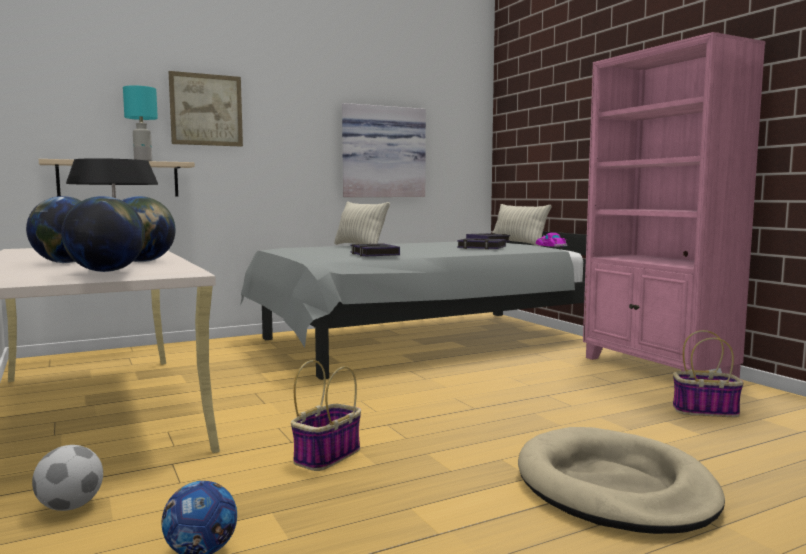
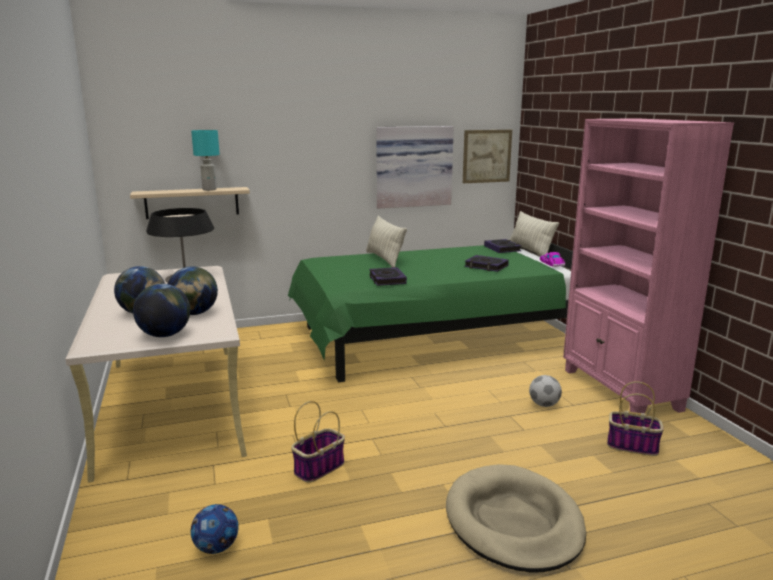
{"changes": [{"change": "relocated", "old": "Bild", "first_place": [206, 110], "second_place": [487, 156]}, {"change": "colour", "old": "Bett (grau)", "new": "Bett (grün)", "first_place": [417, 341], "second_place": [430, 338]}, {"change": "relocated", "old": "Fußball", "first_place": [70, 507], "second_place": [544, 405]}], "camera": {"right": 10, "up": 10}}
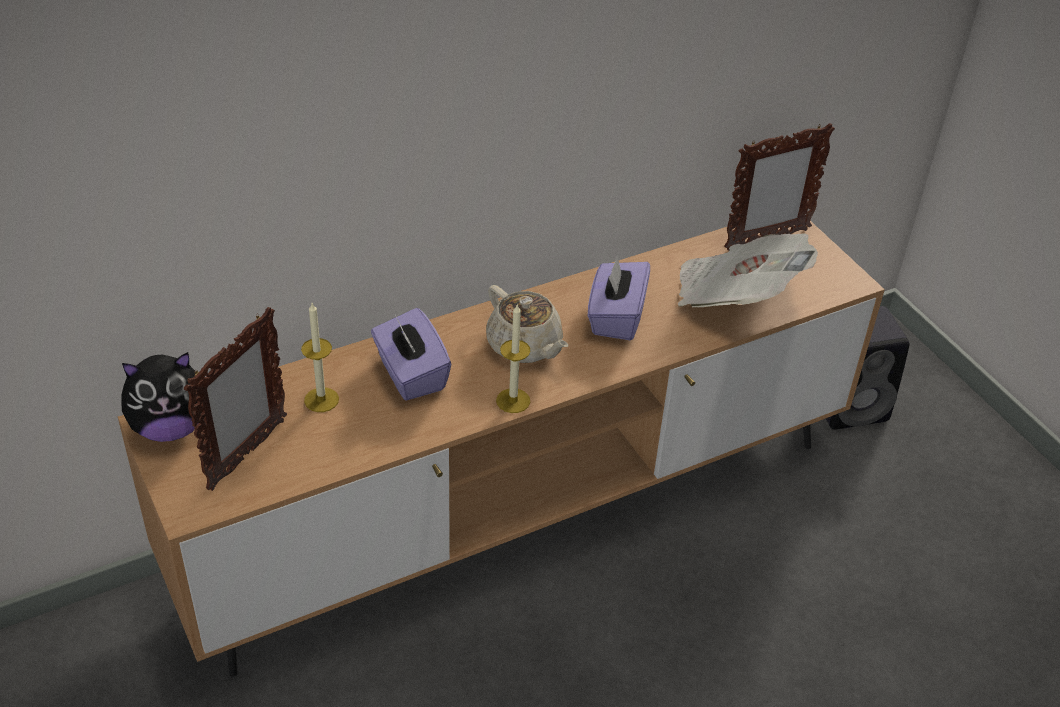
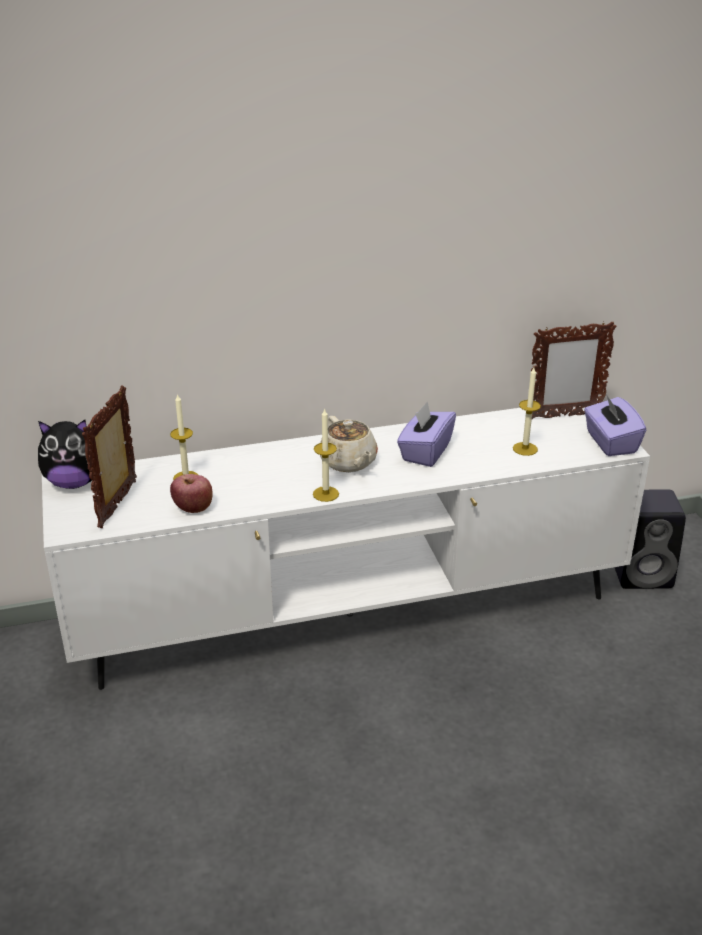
{"changes": [{"change": "colour", "old": "Fernsehschrank (braun)", "new": "Fernsehschrank (weiß)", "first_place": [519, 515], "second_place": [350, 615]}, {"change": "exchanged", "old": "Zeitung", "new": "Kerze", "first_place": [735, 297], "second_place": [525, 449]}, {"change": "spun", "old": "Bilderrahmen", "first_place": [246, 455], "second_place": [119, 504], "degrees": 150}, {"change": "relocated", "old": "Taschentuchbox (lila)", "first_place": [410, 374], "second_place": [610, 442]}, {"change": "appeared", "new": "Apfel", "second_place": [193, 508]}], "camera": {"right": 15, "up": -10}}
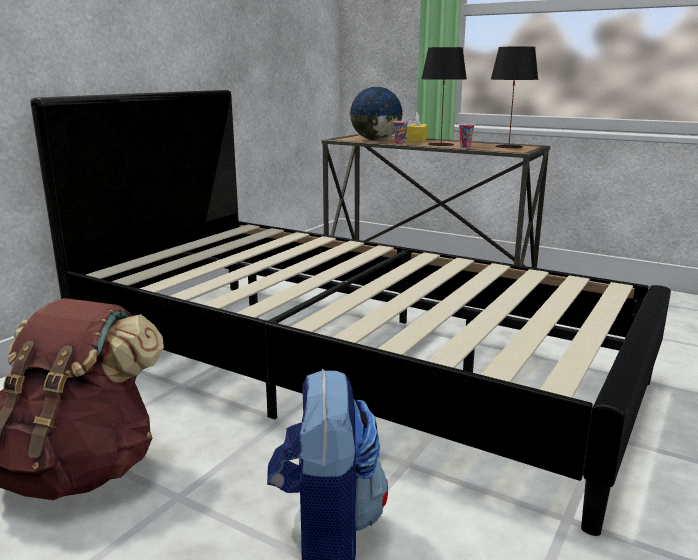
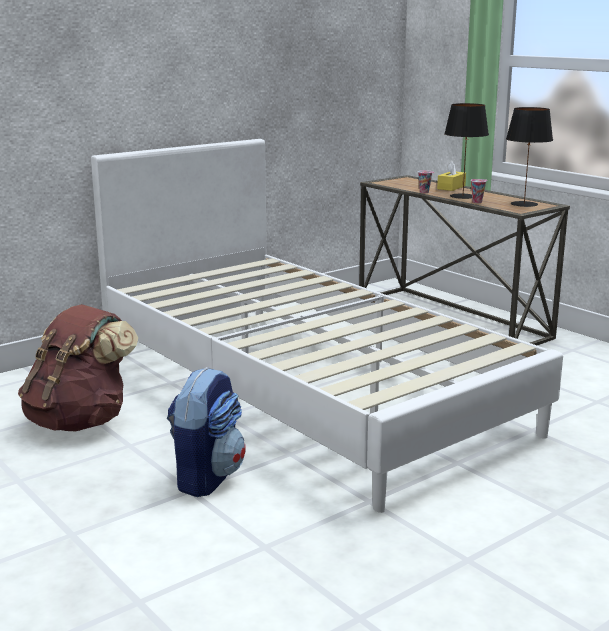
{"changes": [{"change": "missing", "old": "Globus", "first_place": [375, 140]}, {"change": "colour", "old": "Bett (schwarz)", "new": "Bett (weiß)", "first_place": [348, 366], "second_place": [304, 388]}], "camera": {"right": 20, "up": 0}}
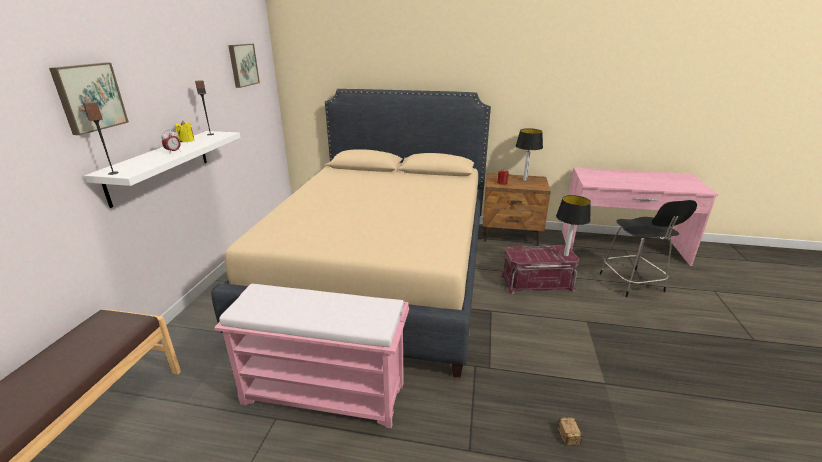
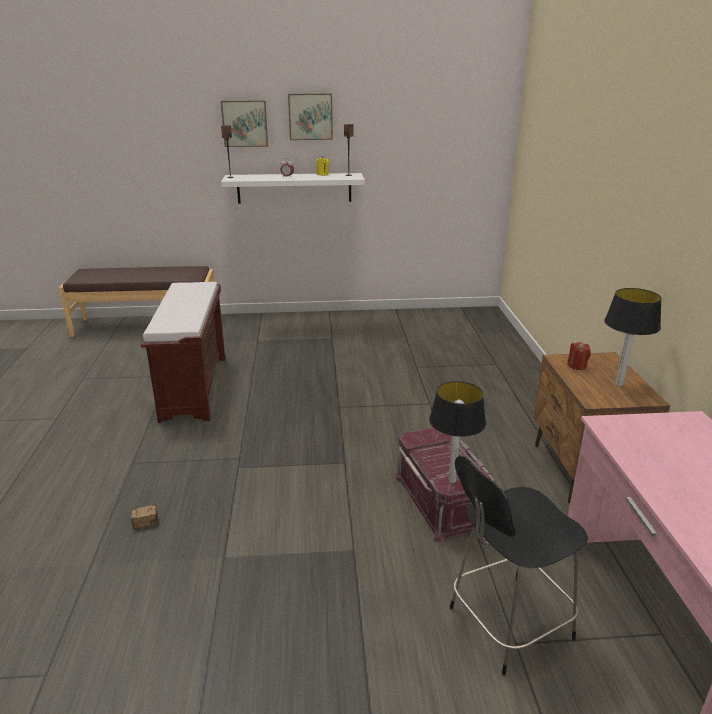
{"changes": [{"change": "relocated", "old": "Bild", "first_place": [242, 65], "second_place": [310, 116]}, {"change": "missing", "old": "Bett (beige)", "first_place": [382, 271]}, {"change": "colour", "old": "Bank (rosa)", "new": "Bank (braun)", "first_place": [325, 392], "second_place": [195, 388]}], "camera": {"right": 75, "up": 0}}
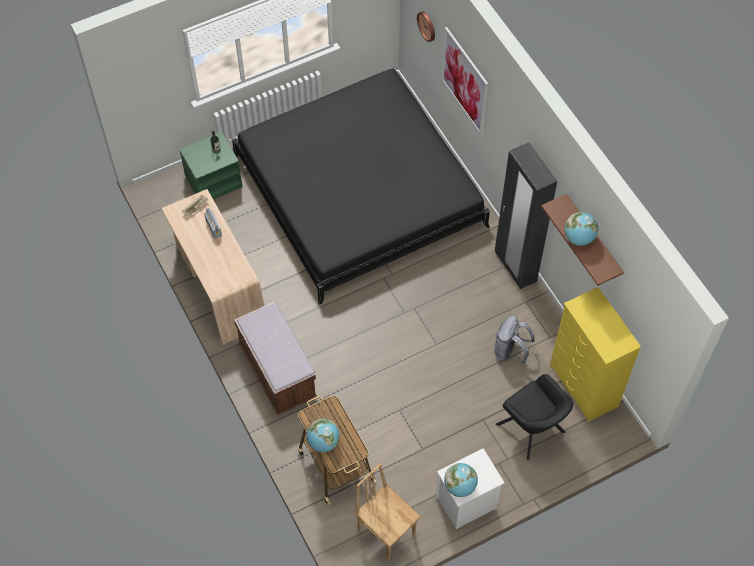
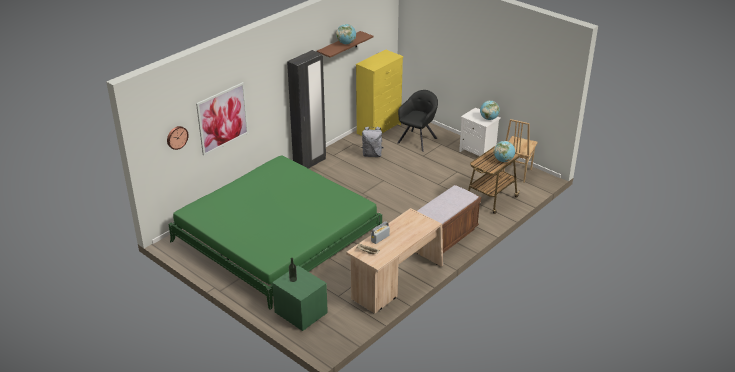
{"changes": [{"change": "colour", "old": "Bett (schwarz)", "new": "Bett (grün)", "first_place": [359, 191], "second_place": [277, 236]}], "camera": {"right": -110, "up": -25}}
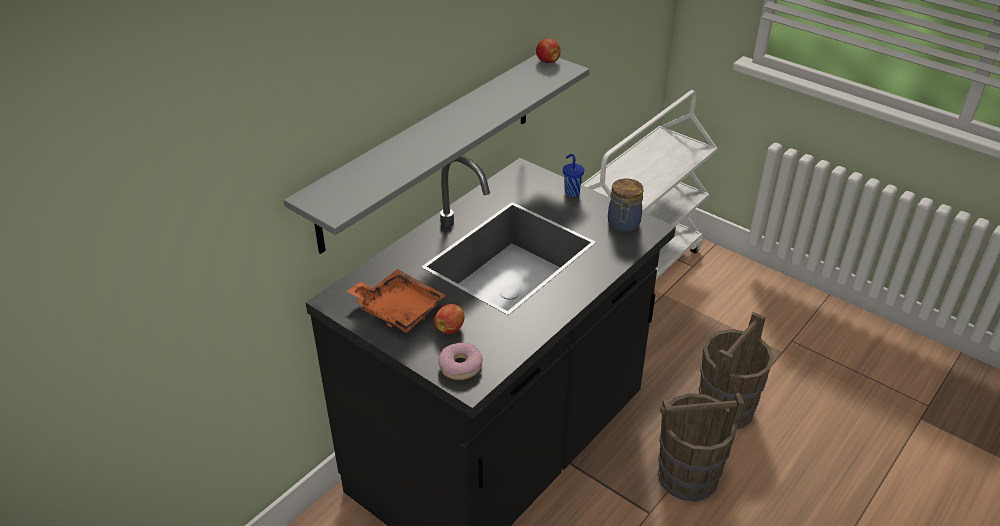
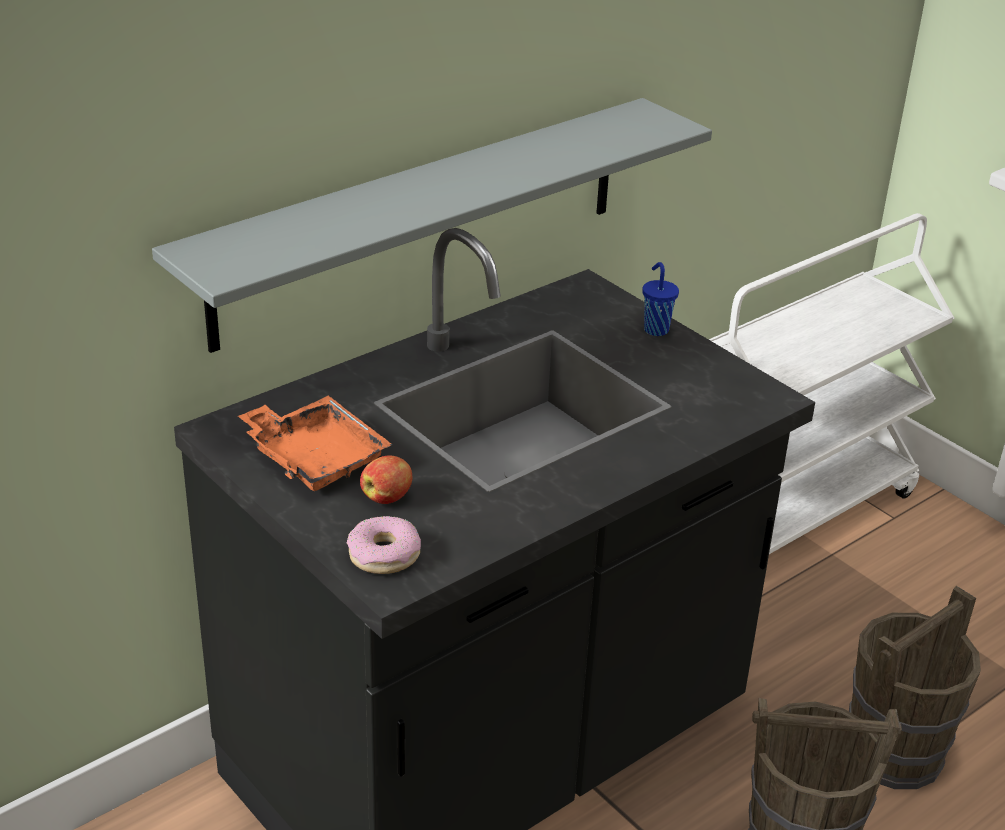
{"changes": [{"change": "missing", "old": "Apfel", "first_place": [547, 61]}, {"change": "missing", "old": "Vorratsglas", "first_place": [623, 224]}], "camera": {"right": 10, "up": -5}}
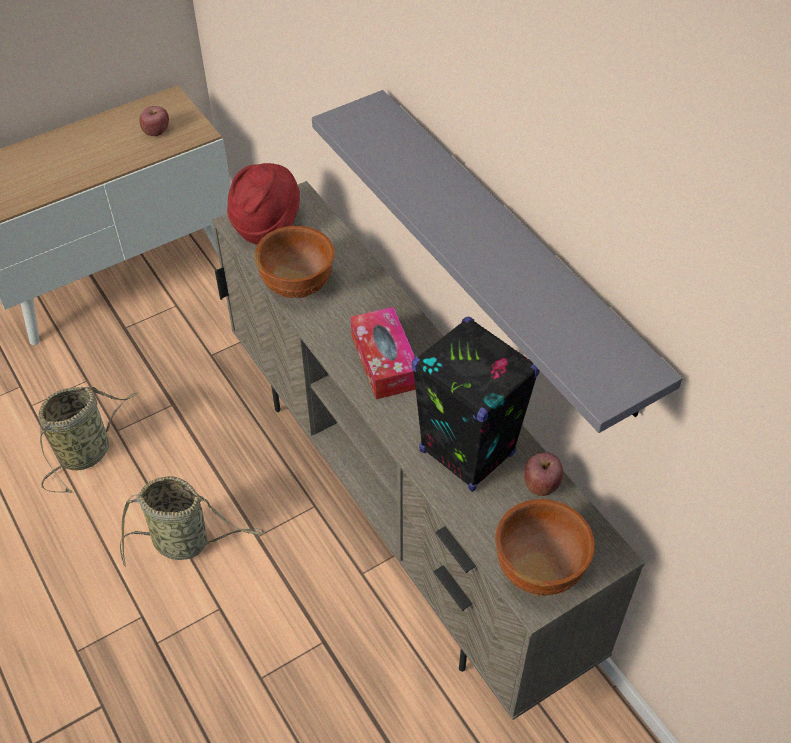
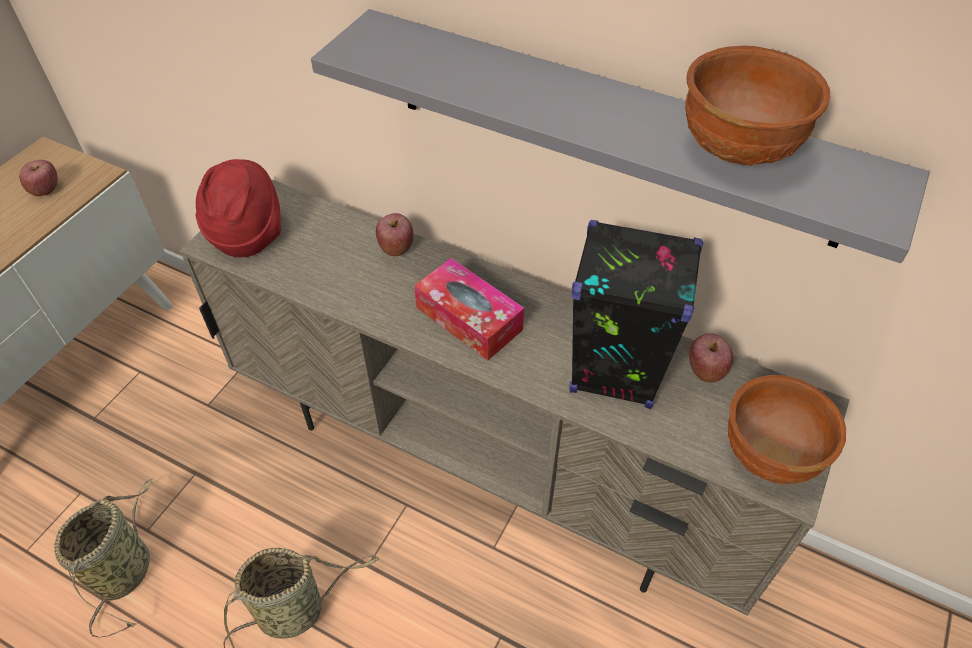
{"changes": [{"change": "relocated", "old": "Schüssel (braun)", "first_place": [298, 285], "second_place": [739, 150]}, {"change": "appeared", "new": "Apfel", "second_place": [396, 247]}], "camera": {"right": -30, "up": 0}}
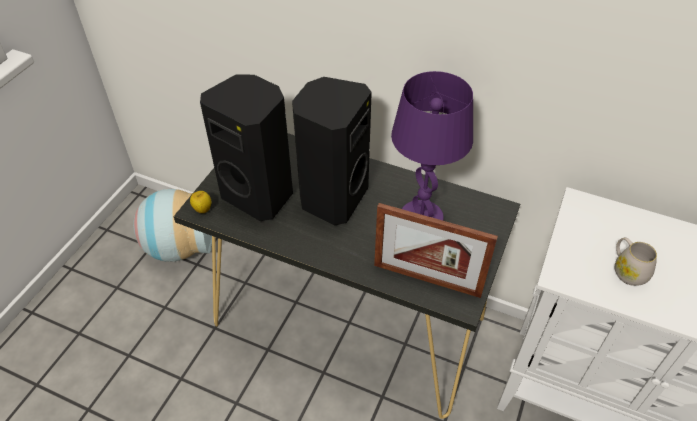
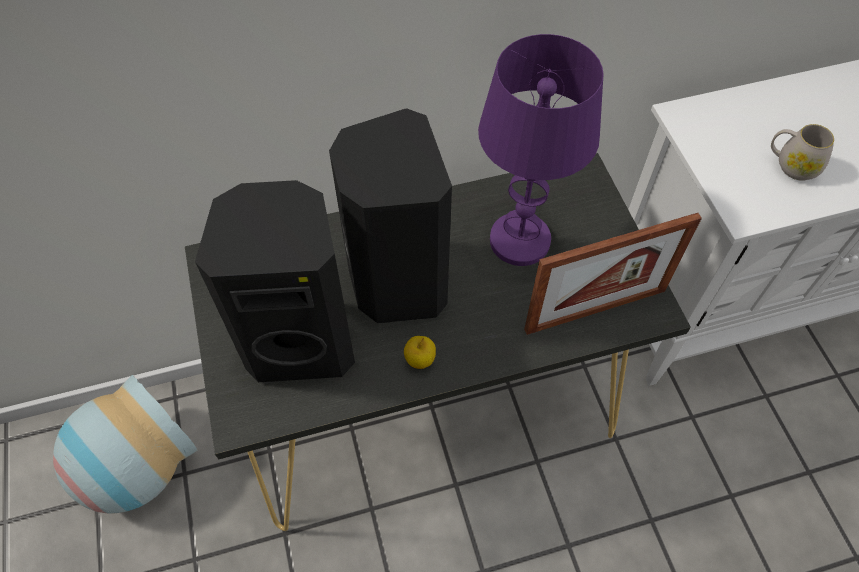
{"changes": [{"change": "relocated", "old": "Apfel", "first_place": [203, 209], "second_place": [420, 361]}], "camera": {"right": -40, "up": 10}}
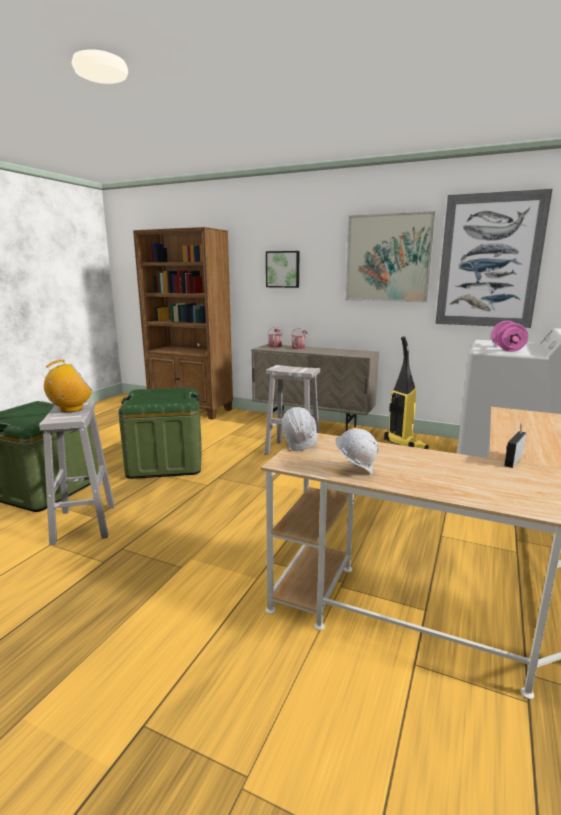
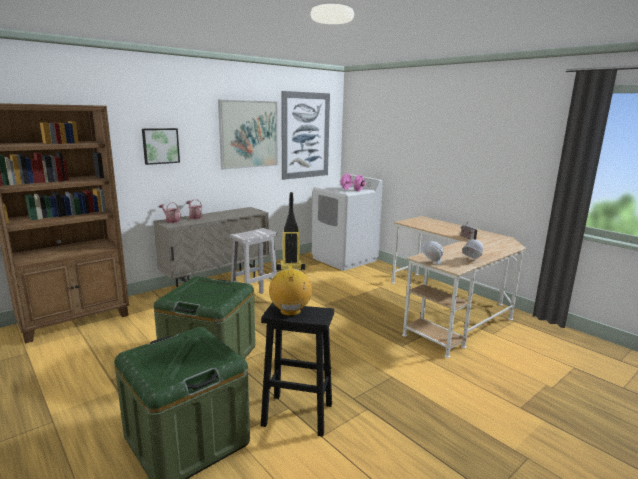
{"changes": [{"change": "colour", "old": "Hocker (weiß)", "new": "Hocker (schwarz)", "first_place": [84, 523], "second_place": [296, 414]}], "camera": {"right": -65, "up": 0}}
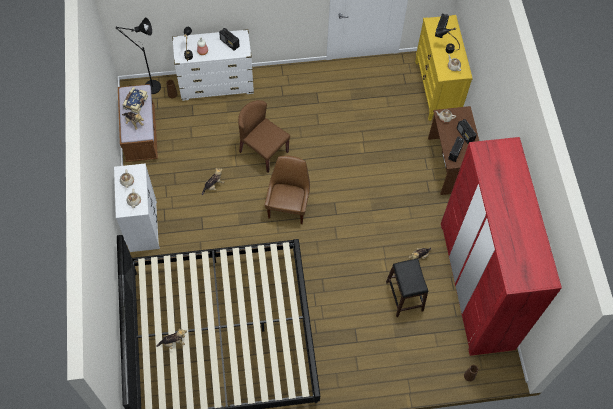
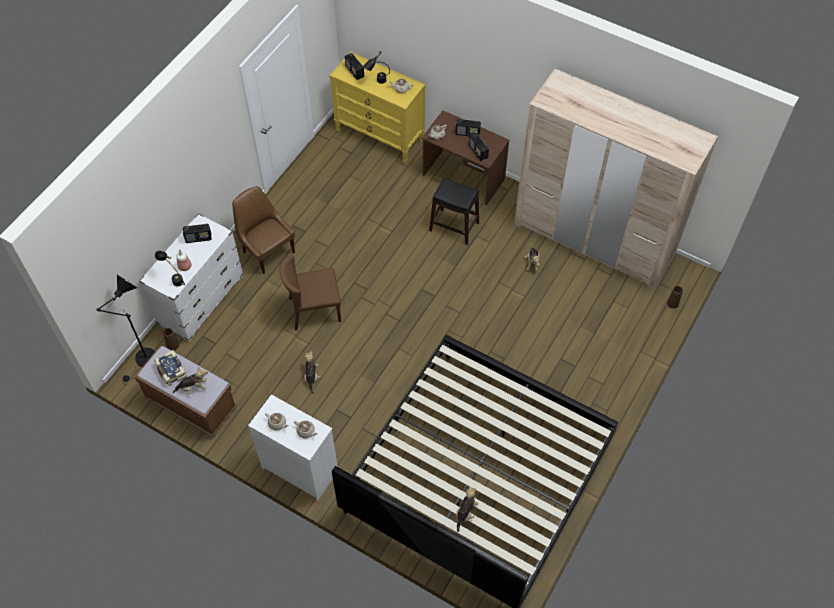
{"changes": [{"change": "colour", "old": "Kleiderschrank (rot)", "new": "Kleiderschrank (beige)", "first_place": [476, 285], "second_place": [593, 239]}, {"change": "relocated", "old": "Stuhl (braun)", "first_place": [288, 206], "second_place": [267, 251]}, {"change": "relocated", "old": "Hocker (schwarz)", "first_place": [404, 296], "second_place": [454, 227]}], "camera": {"right": -50, "up": -5}}
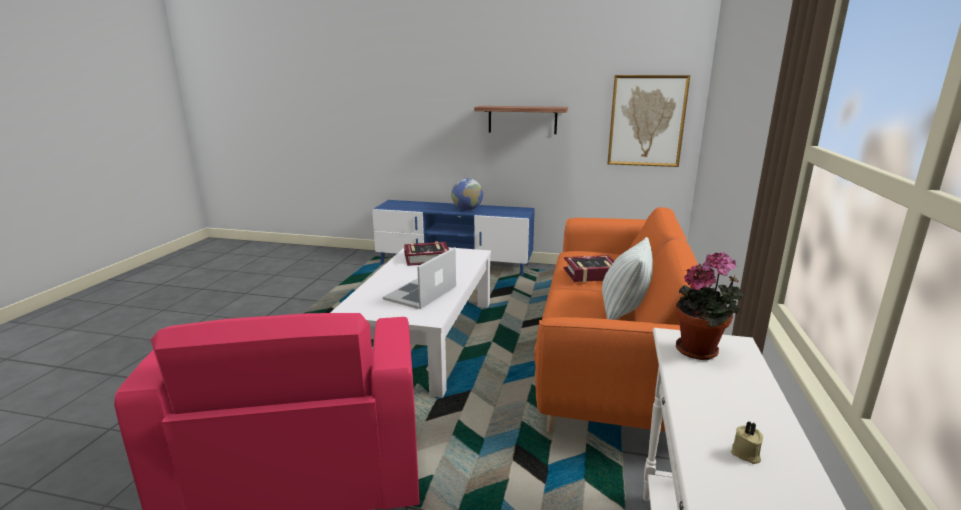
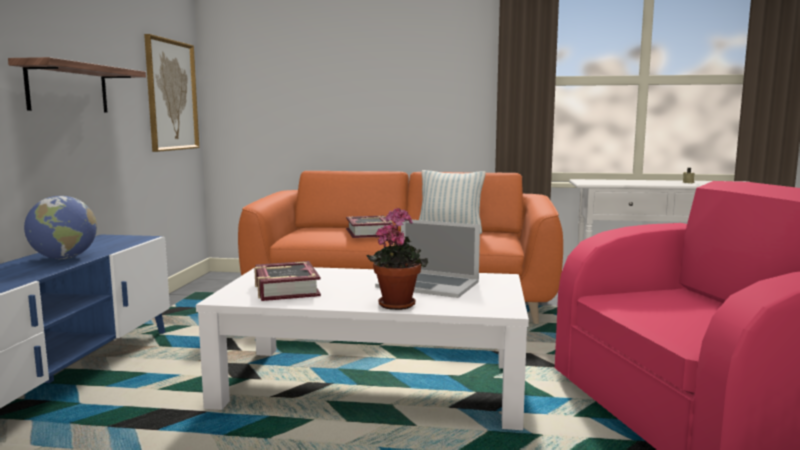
{"changes": [{"change": "relocated", "old": "Topfpflanze", "first_place": [701, 351], "second_place": [397, 303]}], "camera": {"right": -95, "up": -10}}
